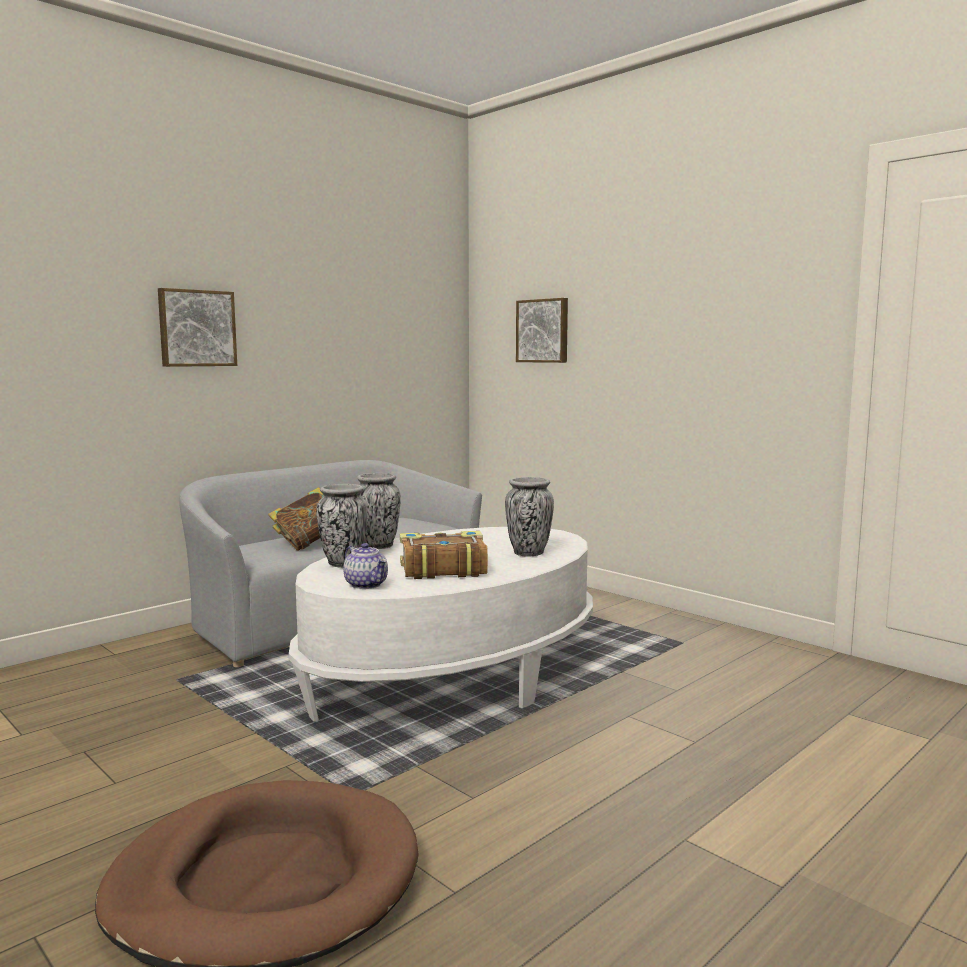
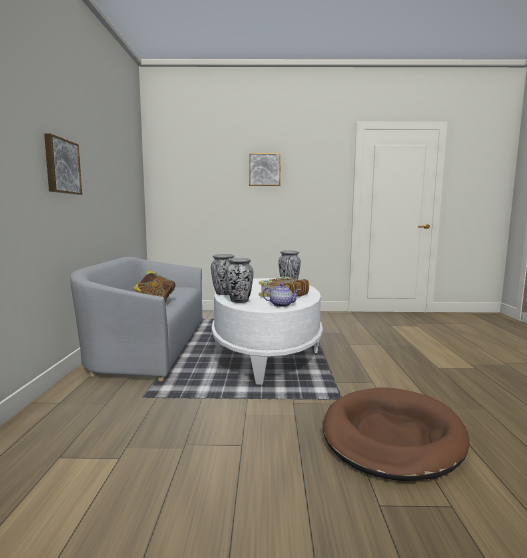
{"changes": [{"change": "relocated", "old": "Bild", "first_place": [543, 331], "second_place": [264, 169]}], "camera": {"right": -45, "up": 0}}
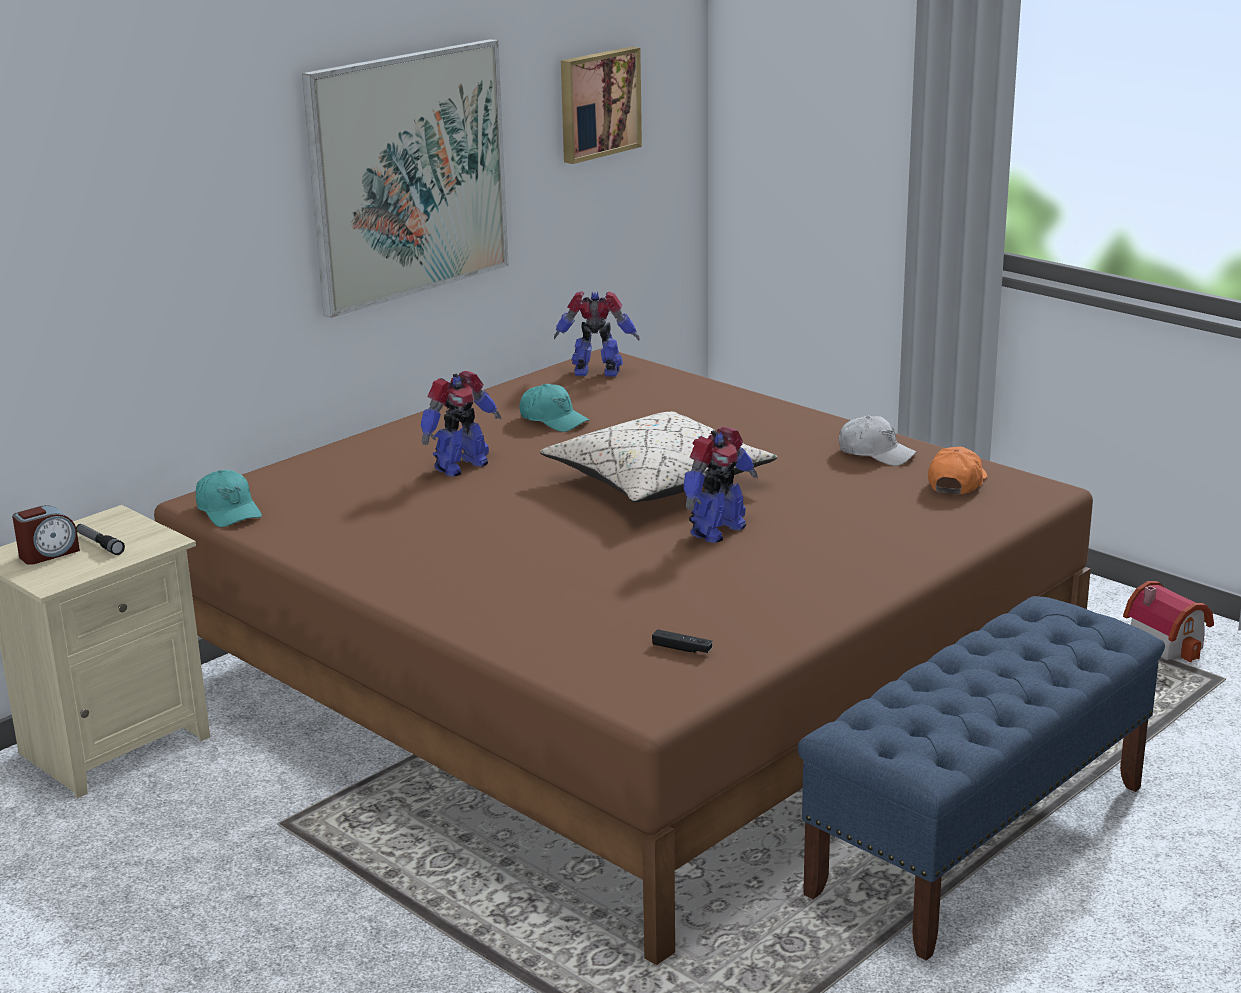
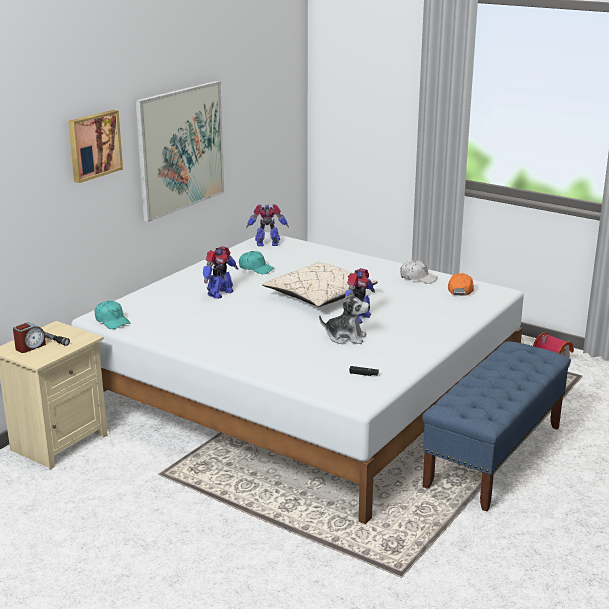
{"changes": [{"change": "relocated", "old": "Bild", "first_place": [597, 104], "second_place": [93, 145]}, {"change": "colour", "old": "Bett (braun)", "new": "Bett (weiß)", "first_place": [626, 678], "second_place": [305, 393]}, {"change": "appeared", "new": "Plüschtier", "second_place": [345, 337]}], "camera": {"right": -10, "up": 0}}
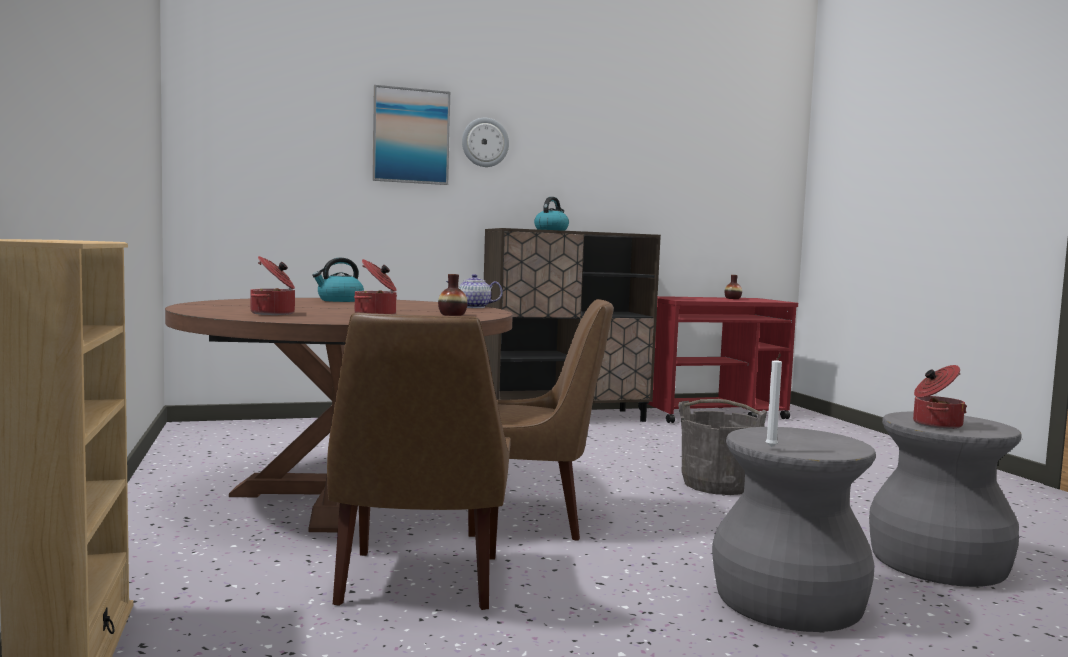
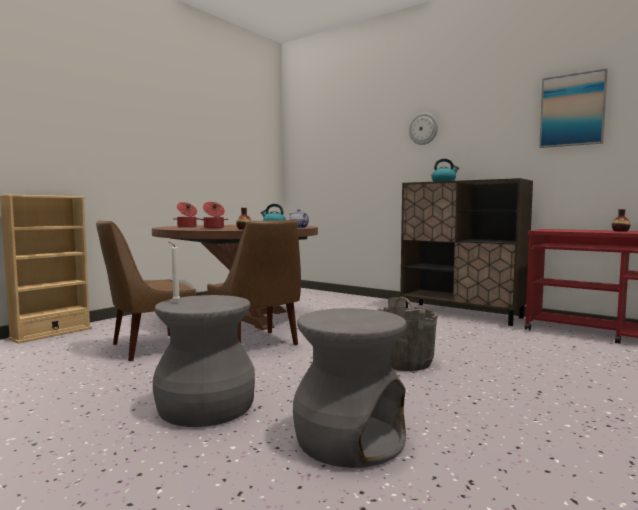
{"changes": [{"change": "relocated", "old": "Bild", "first_place": [411, 136], "second_place": [572, 110]}, {"change": "missing", "old": "Kochtopf", "first_place": [935, 424]}], "camera": {"right": 55, "up": 0}}
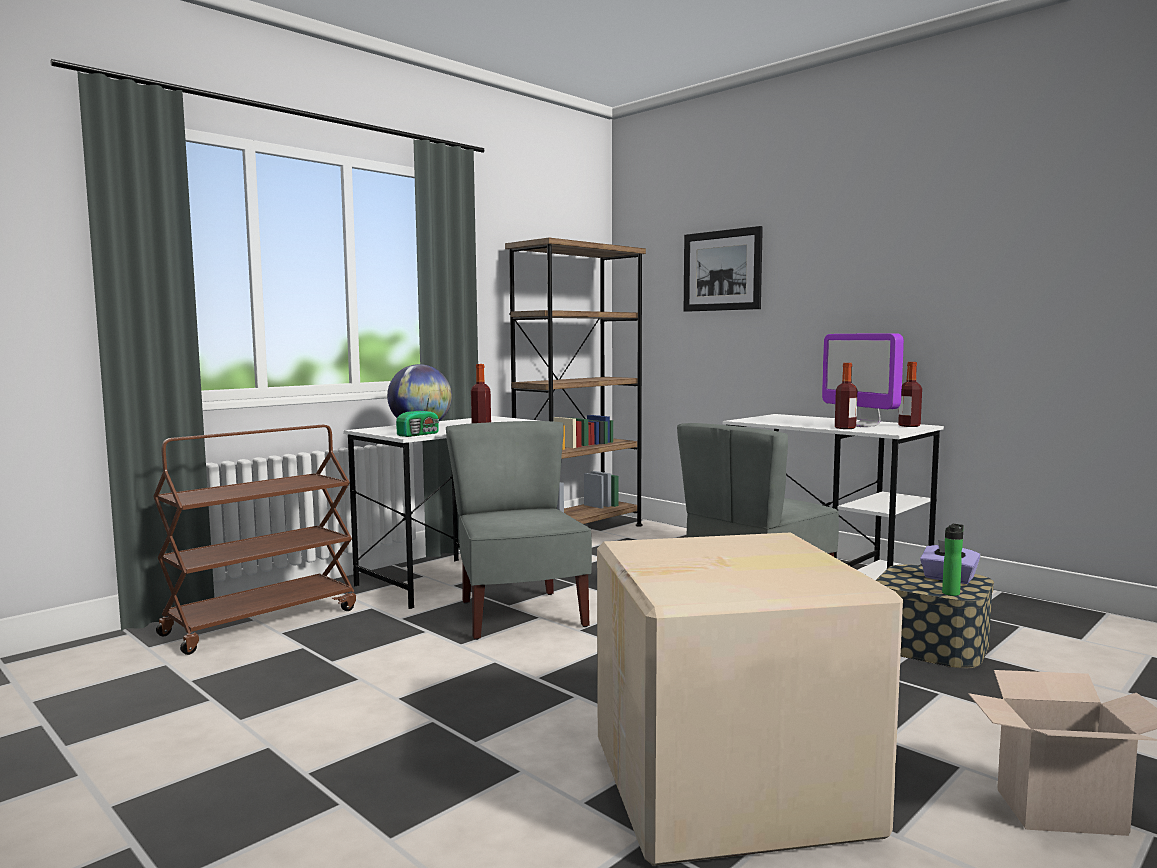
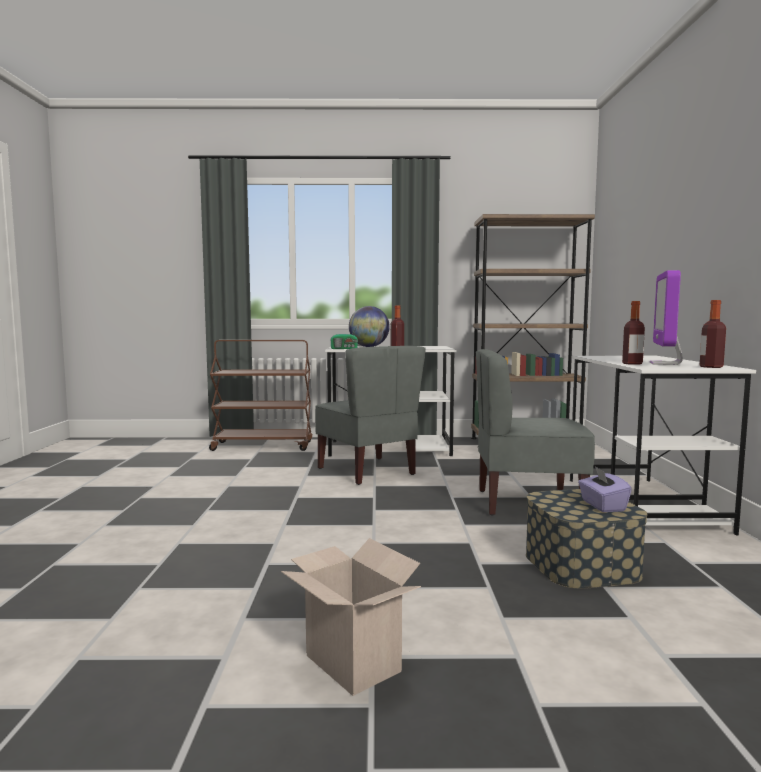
{"changes": [{"change": "missing", "old": "Bild", "first_place": [722, 270]}, {"change": "spun", "old": "Stuhl (grau)", "first_place": [519, 614], "second_place": [367, 471], "degrees": 120}, {"change": "missing", "old": "Flasche", "first_place": [951, 592]}, {"change": "missing", "old": "Karton", "first_place": [734, 786]}], "camera": {"right": 45, "up": 0}}
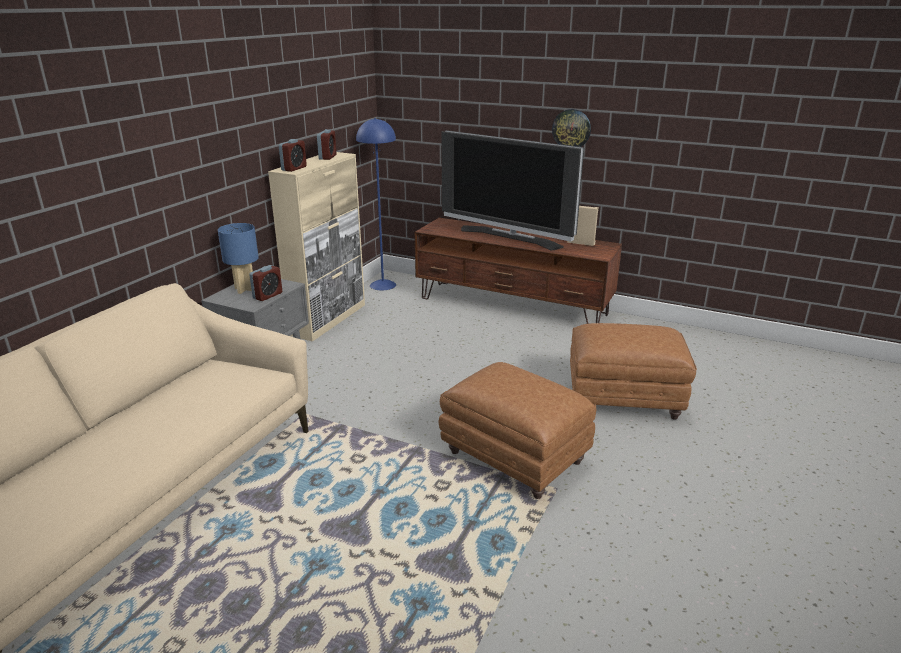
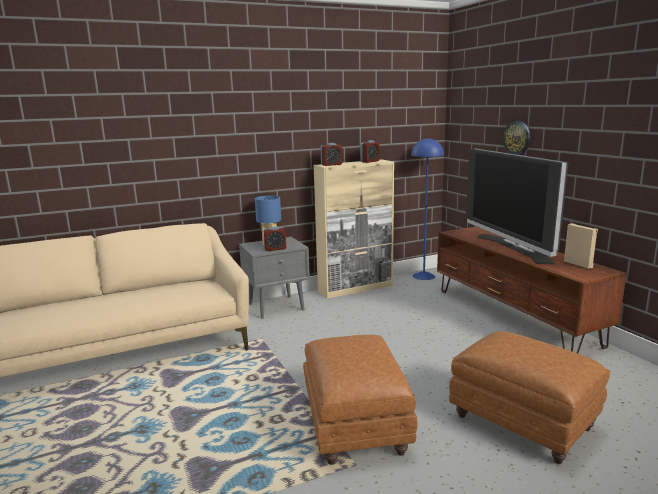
{"changes": [{"change": "relocated", "old": "Wanduhr", "first_place": [571, 129], "second_place": [517, 138]}], "camera": {"right": 40, "up": -10}}
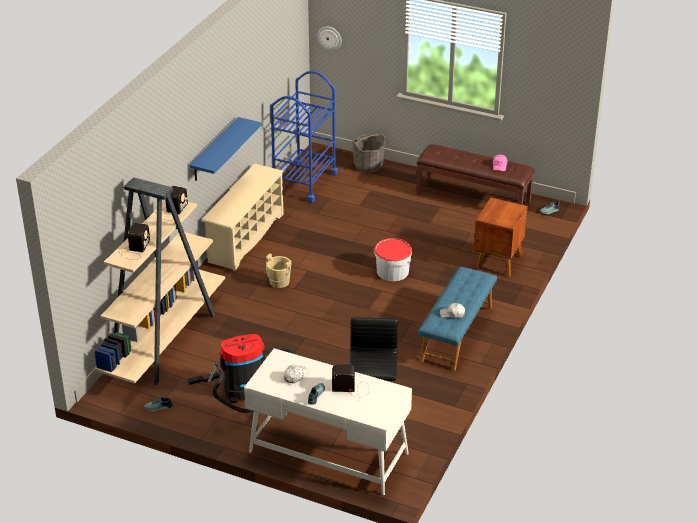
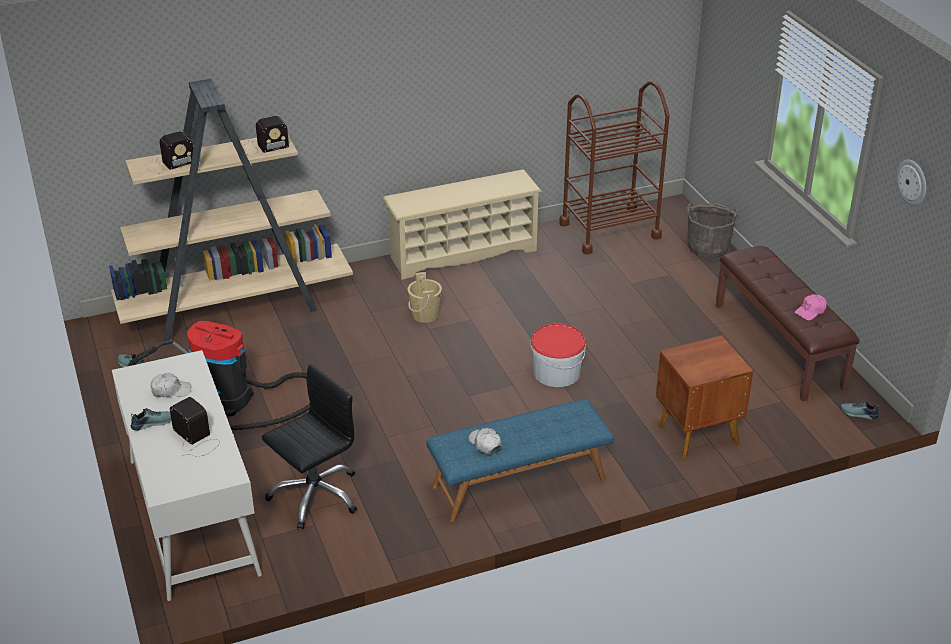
{"changes": [{"change": "relocated", "old": "Wanduhr", "first_place": [329, 38], "second_place": [912, 182]}, {"change": "colour", "old": "Rollwagen (blau)", "new": "Rollwagen (braun)", "first_place": [304, 182], "second_place": [609, 230]}, {"change": "missing", "old": "Wandregal (blau)", "first_place": [214, 150]}], "camera": {"right": 45, "up": 0}}
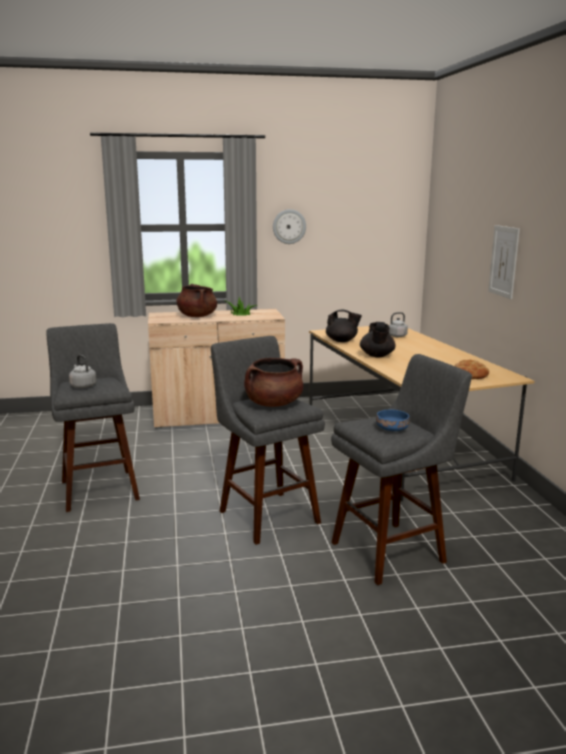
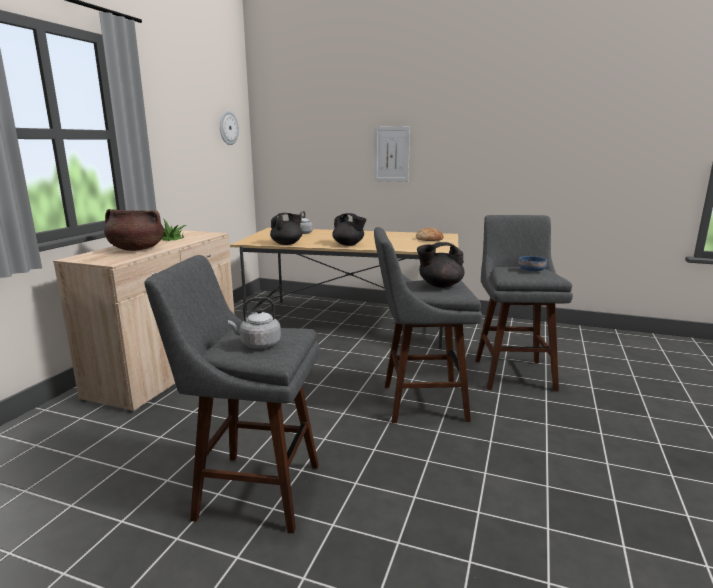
{"changes": [{"change": "relocated", "old": "Wanduhr", "first_place": [289, 226], "second_place": [228, 128]}, {"change": "exchanged", "old": "Kochtopf (braun)", "new": "Teekanne (schwarz)", "first_place": [273, 404], "second_place": [439, 285]}], "camera": {"right": -60, "up": 0}}
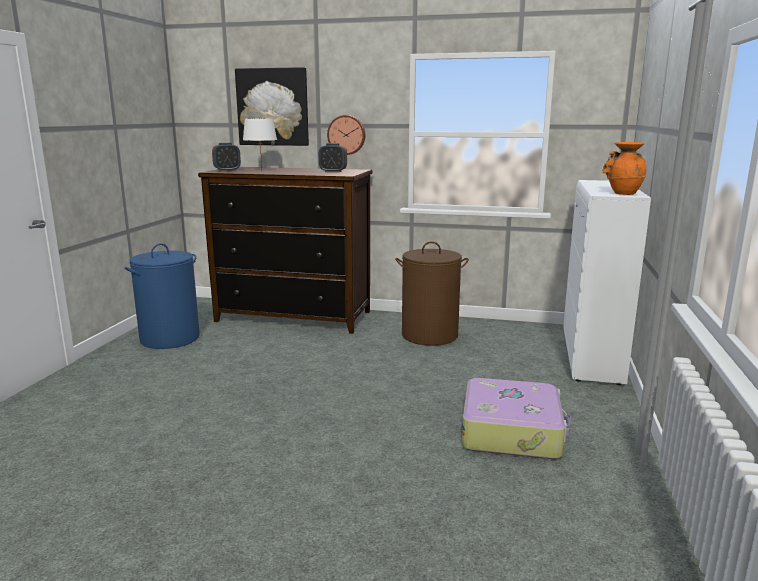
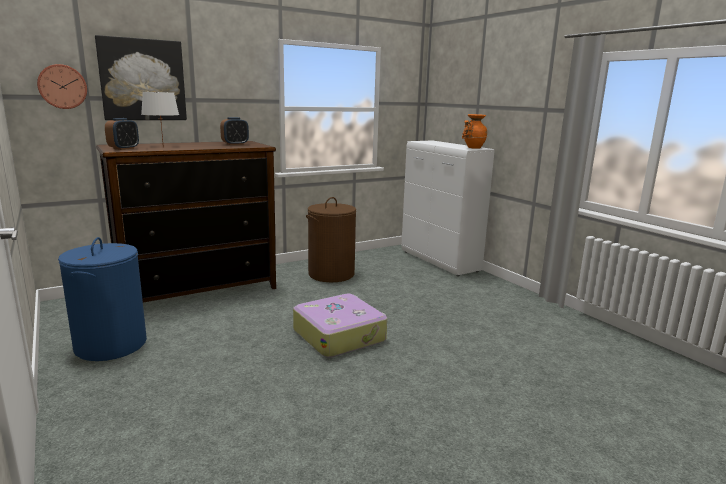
{"changes": [{"change": "relocated", "old": "Wanduhr", "first_place": [346, 135], "second_place": [62, 86]}, {"change": "relocated", "old": "Koffer", "first_place": [512, 431], "second_place": [339, 335]}], "camera": {"right": -45, "up": 0}}
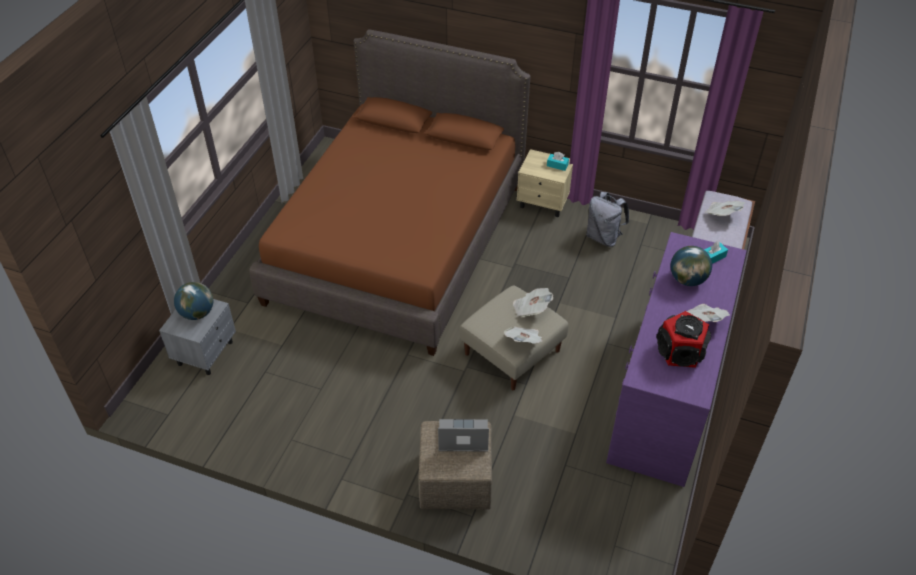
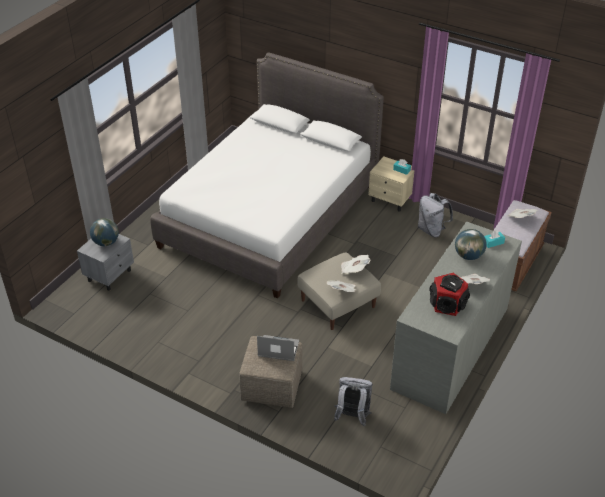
{"changes": [{"change": "colour", "old": "Bett (braun)", "new": "Bett (weiß)", "first_place": [398, 242], "second_place": [270, 215]}, {"change": "colour", "old": "Kommode (lila)", "new": "Kommode (grau)", "first_place": [666, 393], "second_place": [450, 347]}, {"change": "appeared", "new": "Rucksack (grau)", "second_place": [352, 416]}], "camera": {"right": 10, "up": -5}}
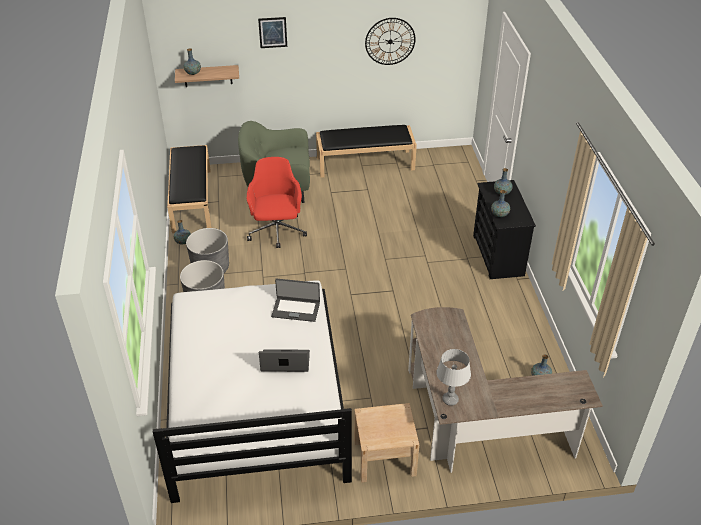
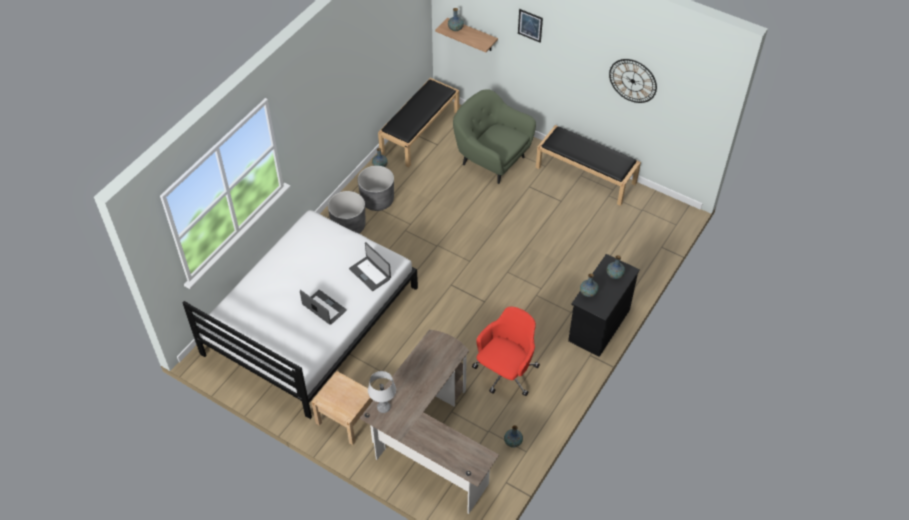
{"changes": [{"change": "relocated", "old": "Bürostuhl (rot)", "first_place": [277, 232], "second_place": [505, 373]}], "camera": {"right": 40, "up": 10}}
